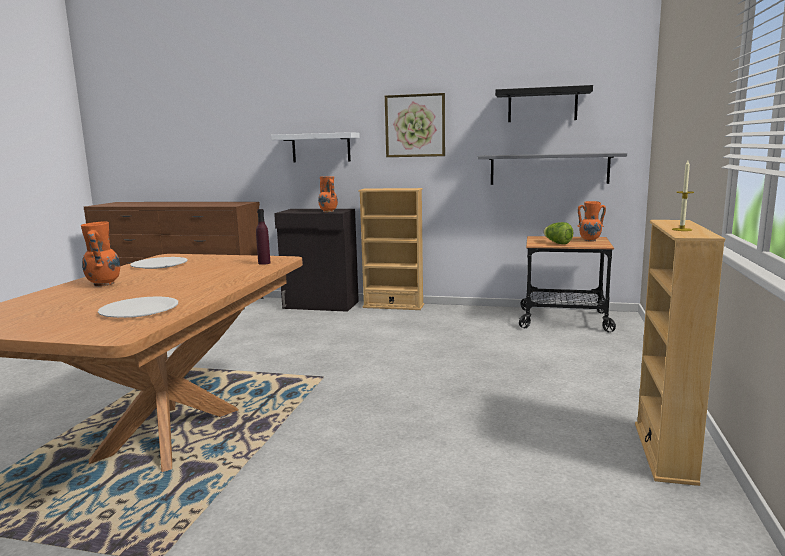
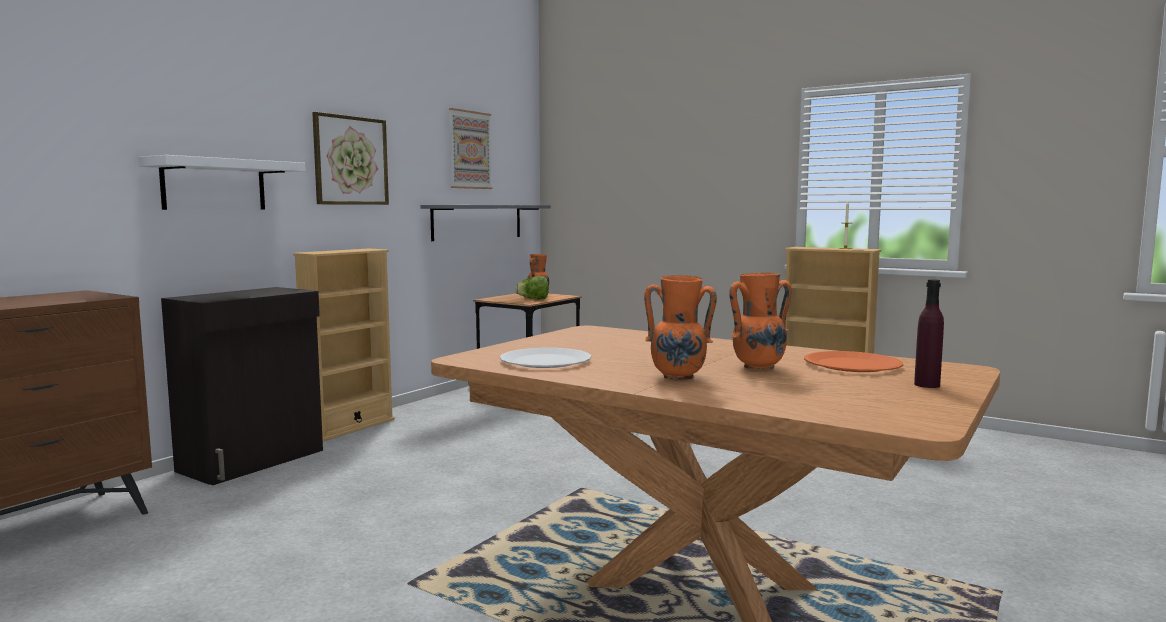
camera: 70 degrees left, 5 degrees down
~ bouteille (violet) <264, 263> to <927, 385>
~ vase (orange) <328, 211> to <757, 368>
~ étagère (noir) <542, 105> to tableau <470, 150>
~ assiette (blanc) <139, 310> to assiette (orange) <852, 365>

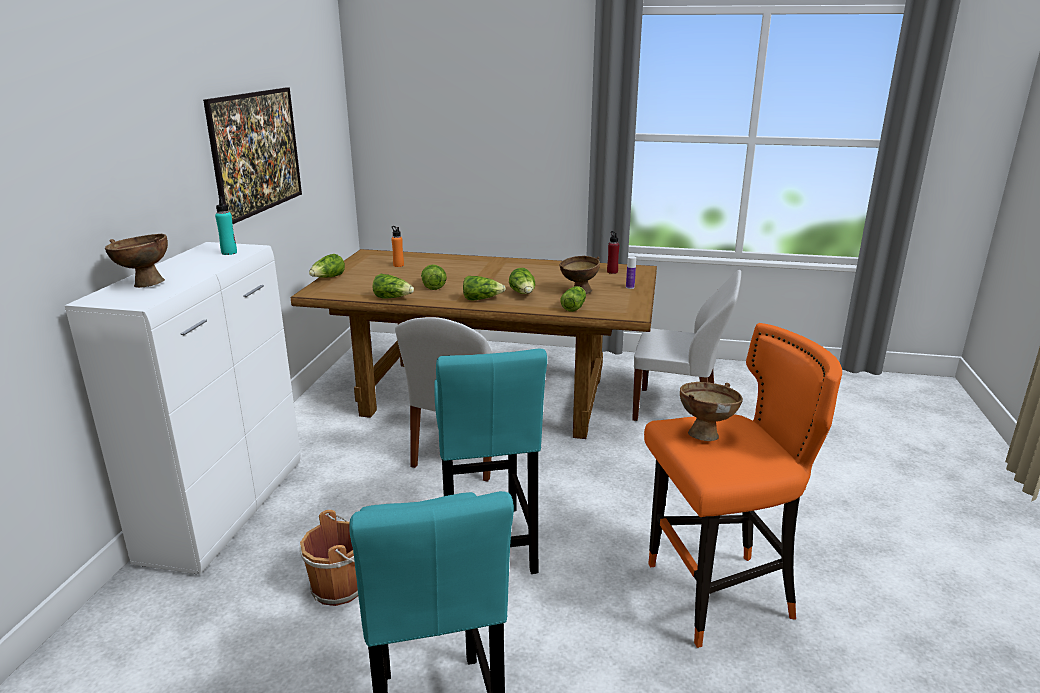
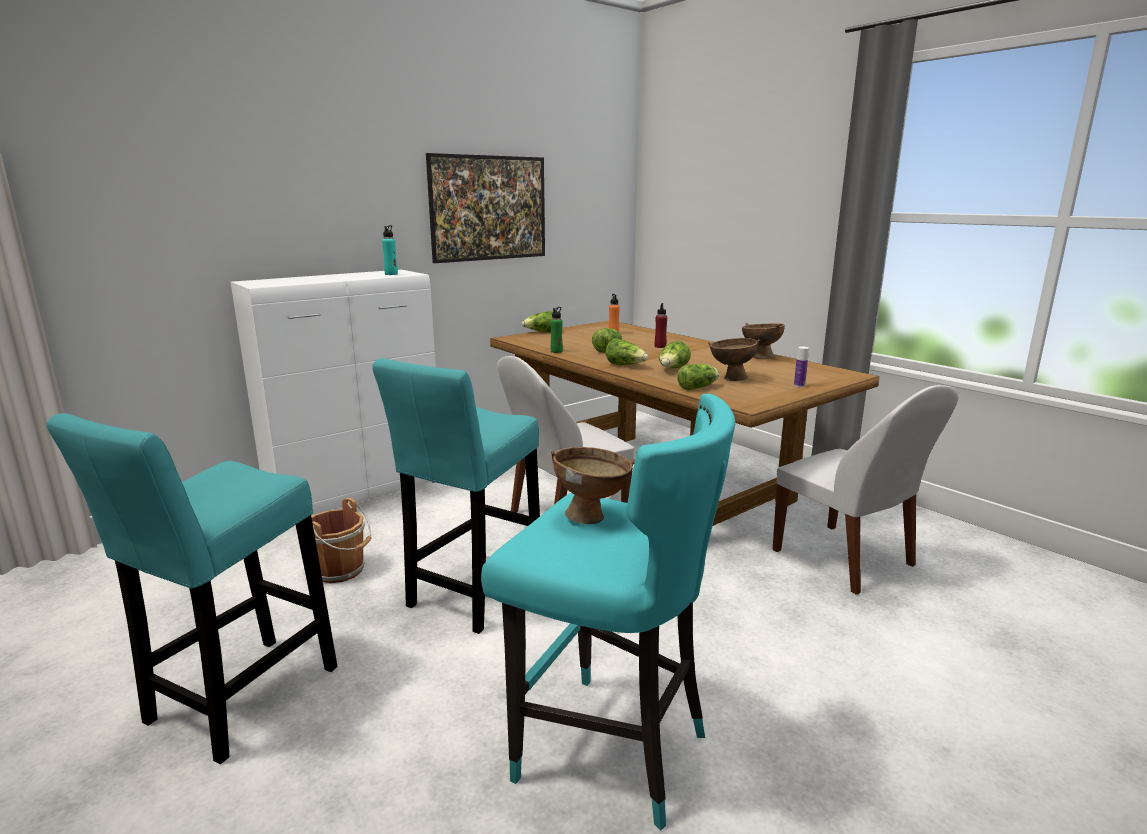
camera: 40 degrees right, 5 degrees down
~ bol (marron) <144, 283> to <759, 357>
~ bouteille (rouge) <612, 272> to <660, 346>
~ laitue <392, 298> to bouteille (vert) <556, 351>
~ tabouret (orange) <718, 596> to tabouret (turquoise) <609, 750>

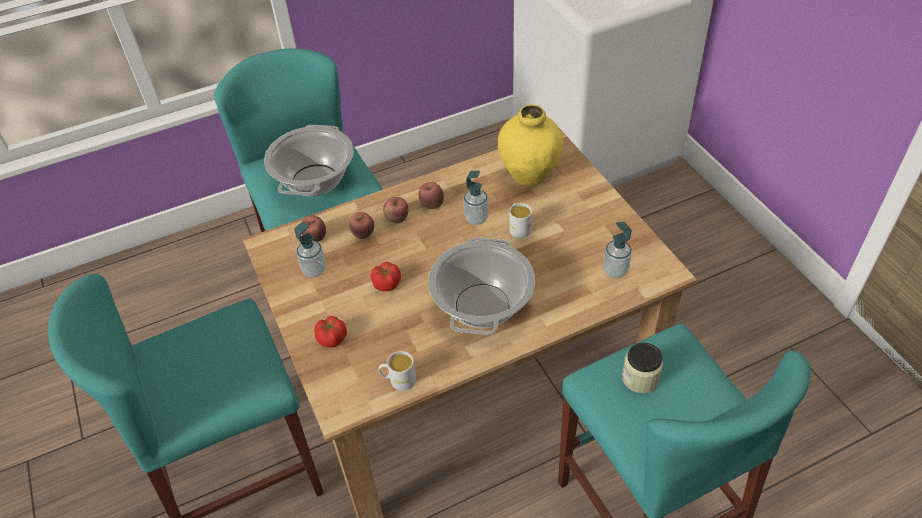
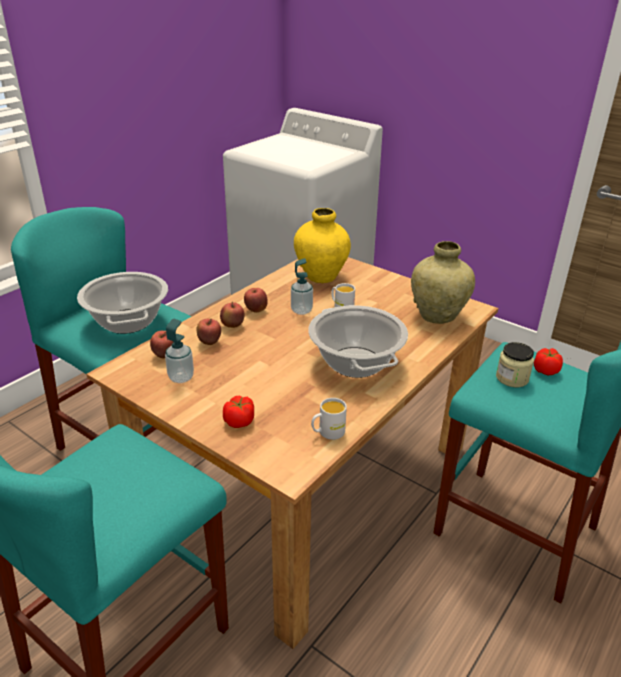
camera: 30 degrees left, 15 degrees down
~ tomate <387, 284> to <545, 370>
~ distributeur de savon <615, 270> to vase (beige) <437, 316>

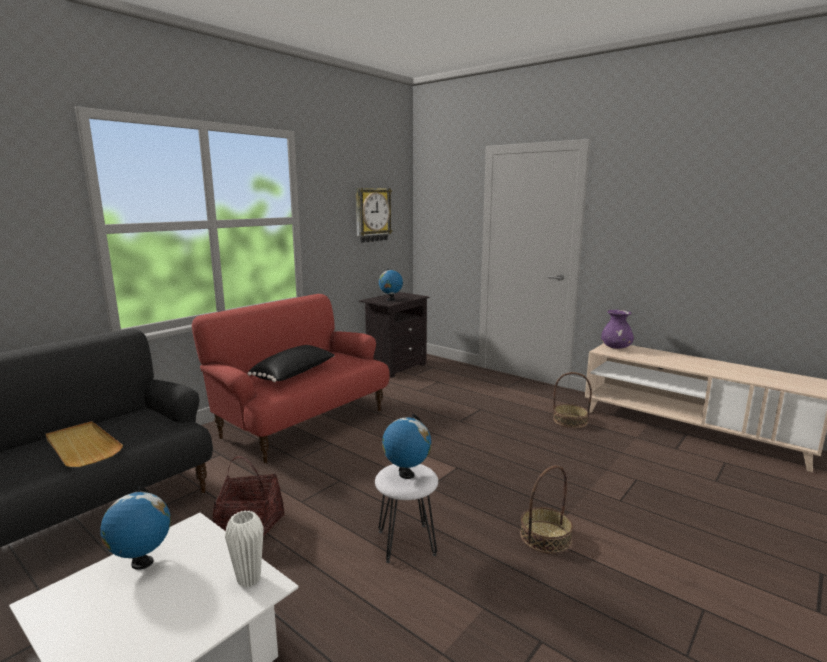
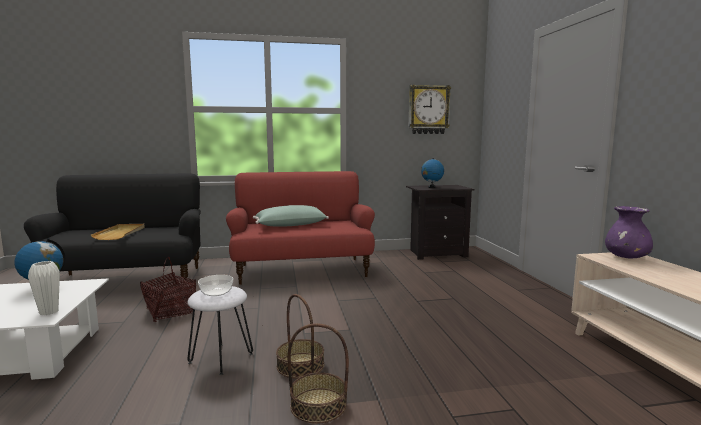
camera: 40 degrees right, 5 degrees down
~ panier <570, 421> to <300, 365>
~ globe <406, 475> to bol <216, 292>
~ coussin (noir) <295, 374> to coussin (vert) <291, 226>

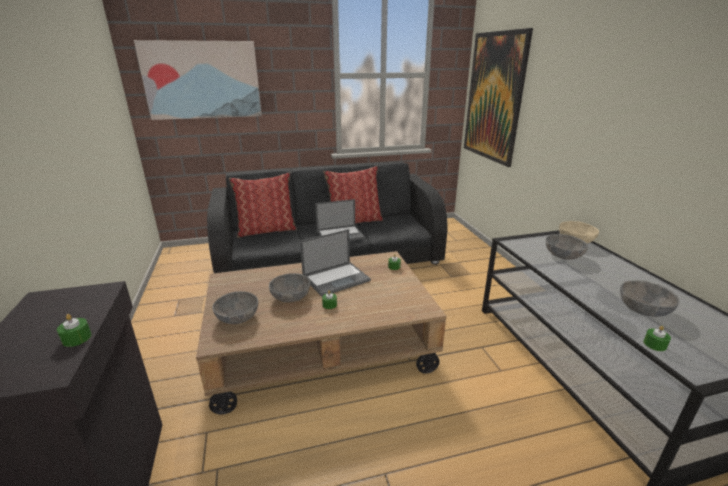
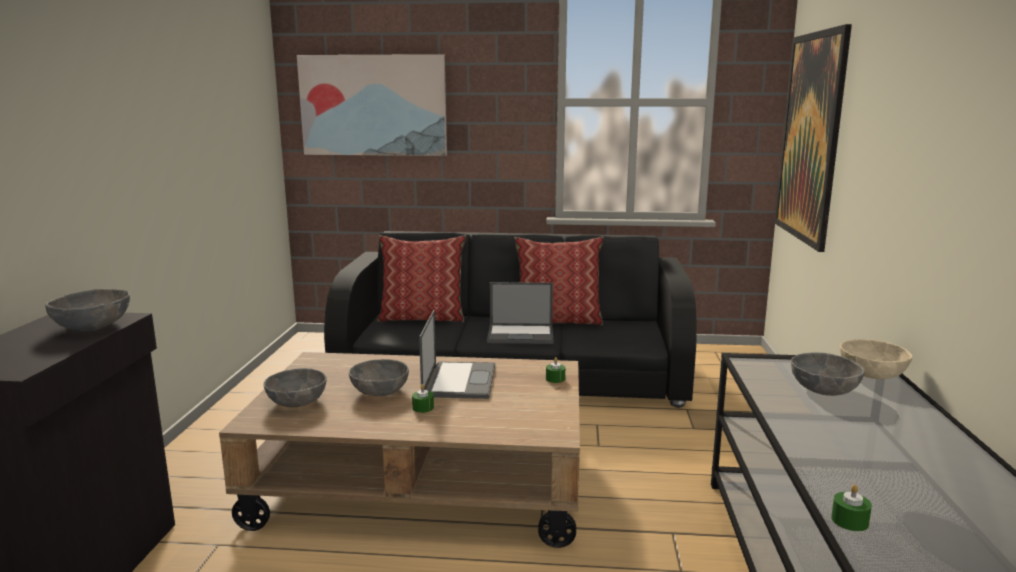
camera: 20 degrees right, 10 degrees down
- bougie (vert) <77, 338>
~ bol (gris) <643, 309> to <93, 326>
~ ordinateur portable <336, 278> = <459, 380> 75 degrees counterclockwise

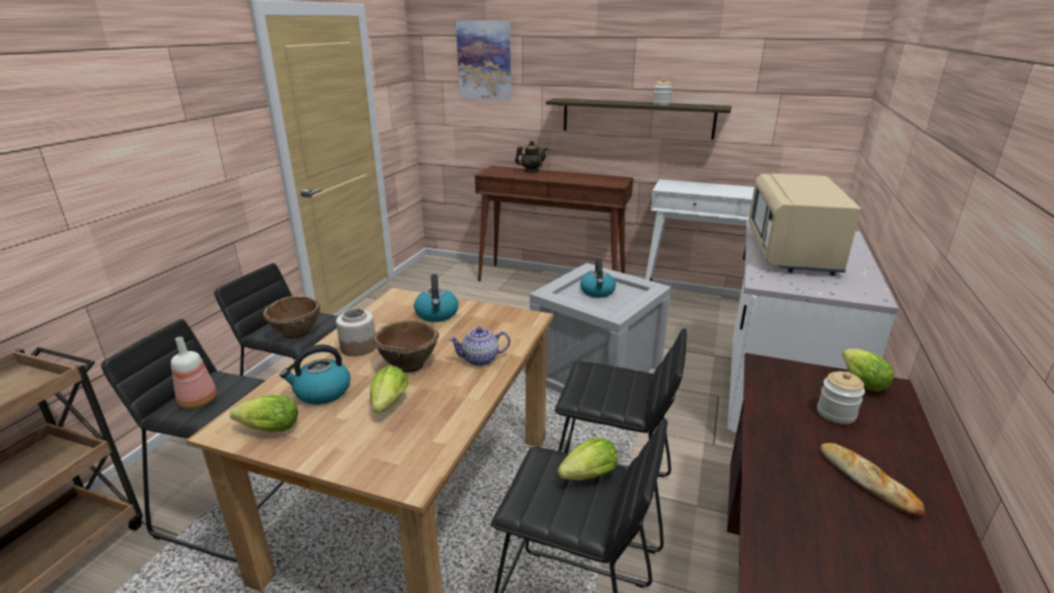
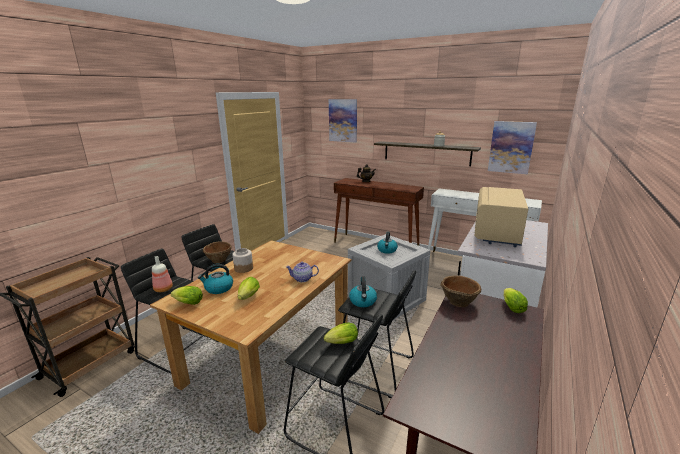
camera: 10 degrees right, 5 degrees down
- bocal <836, 413>
- pain <867, 481>
+ tableau <511, 147>
~ bol (marron) <408, 364> to <458, 302>
~ bouilloire <437, 314> to <363, 301>

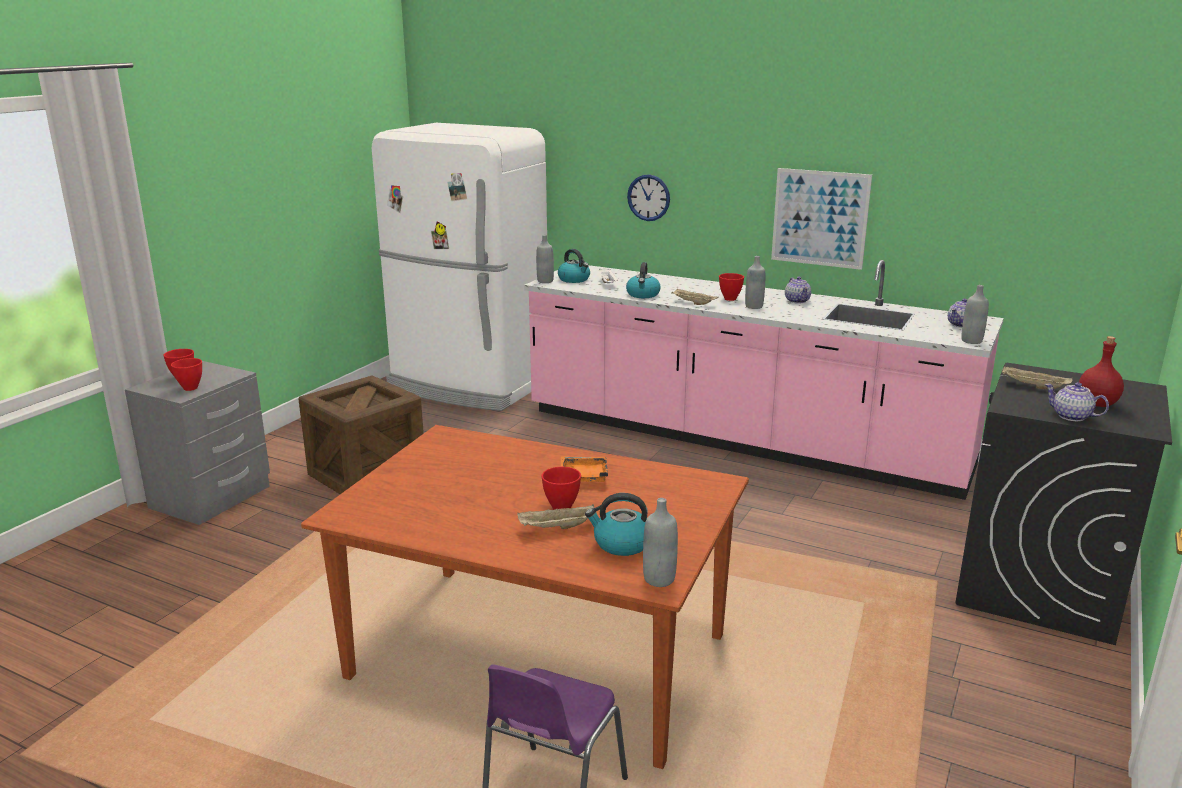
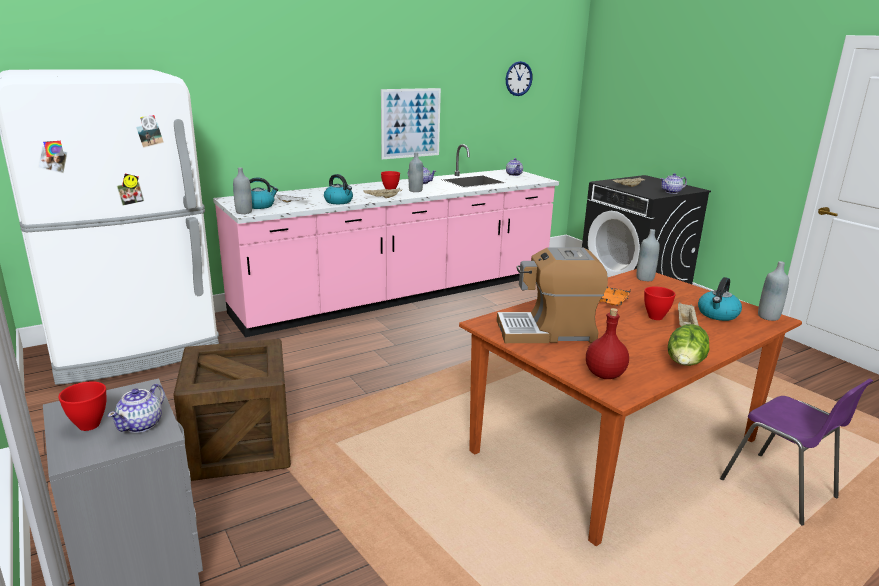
camera: 60 degrees left, 0 degrees up
+ machine à café <547, 331>
+ laitue <685, 365>
~ horloge murale <648, 197> to <518, 78>
~ bouteille (gris) <971, 341> to <645, 278>
~ bouteille (rouge) <1096, 404> to <605, 375>
~ bol (rouge) <191, 388> to théière <141, 425>

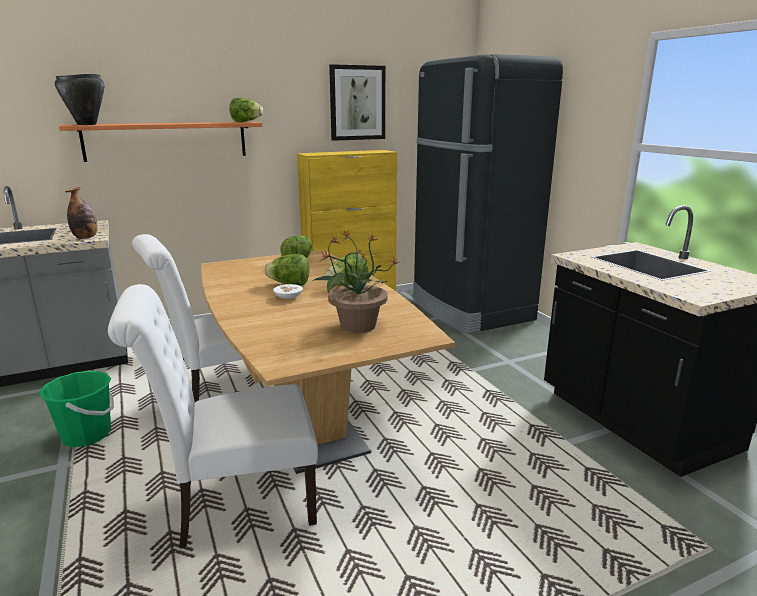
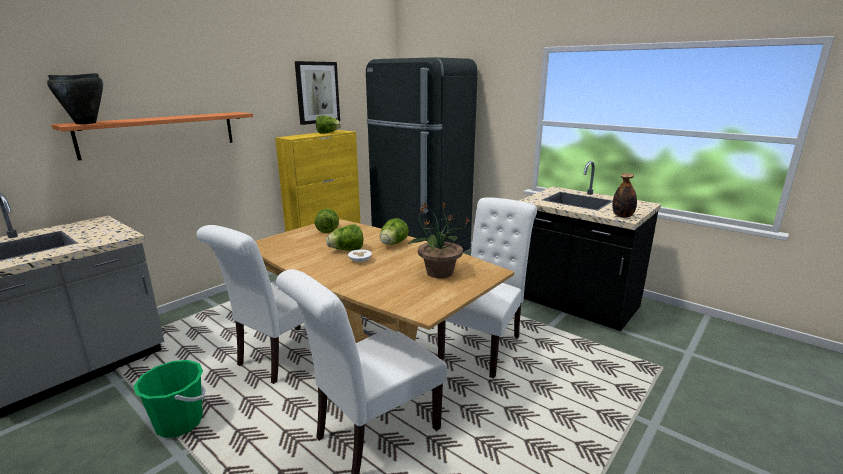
camera: 25 degrees left, 0 degrees up
+ chaise (blanc) <484, 345>
~ bouteille <86, 238> to <622, 216>
~ laitue <246, 122> to <327, 133>

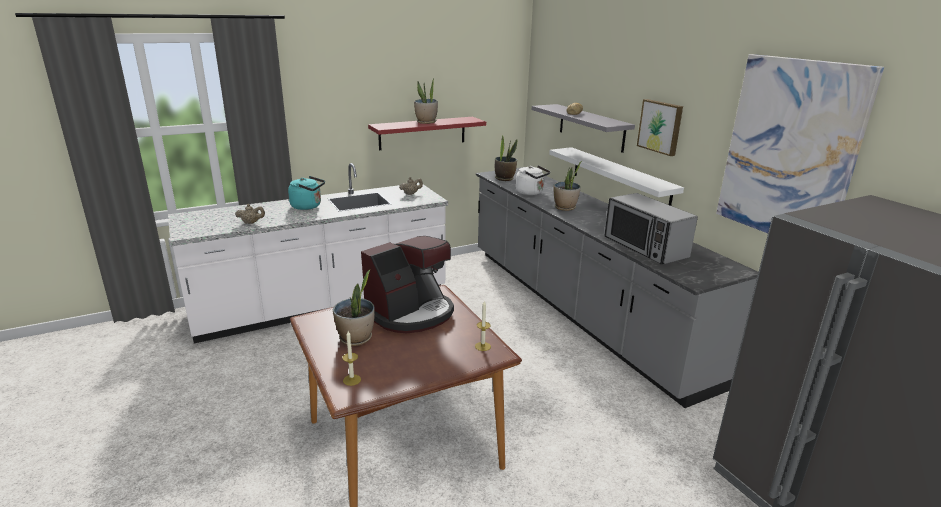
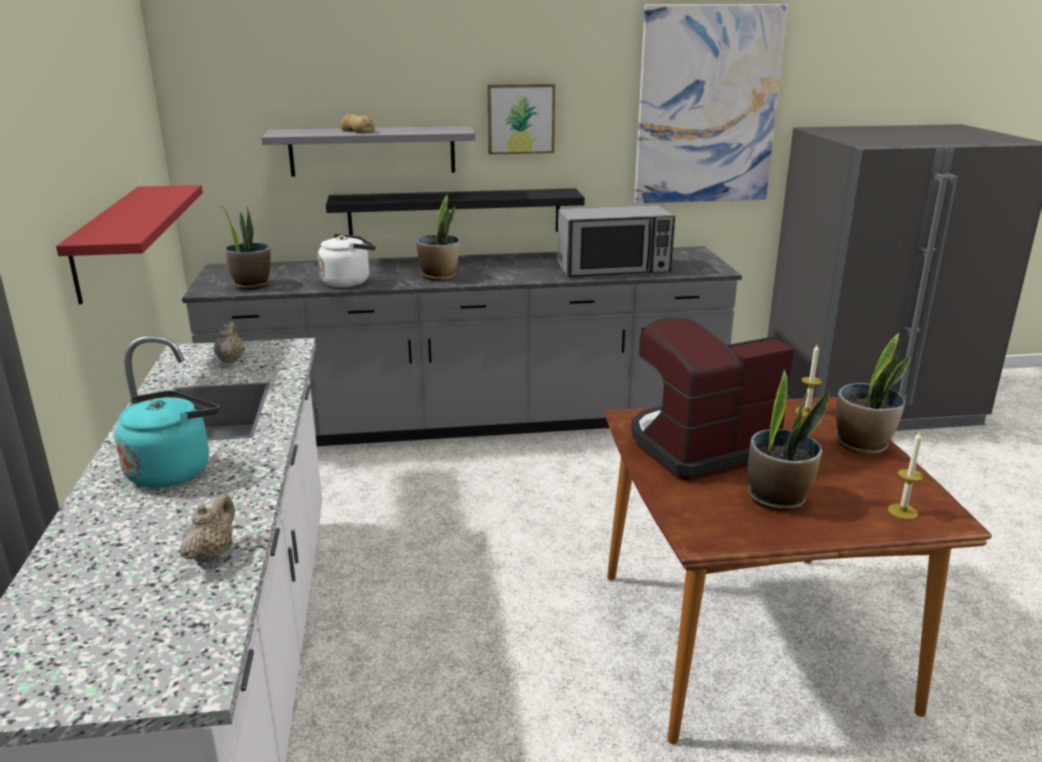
camera: 70 degrees left, 0 degrees up
~ plante en pot <426, 122> to <862, 445>
~ étagère (blanc) <619, 179> to étagère (noir) <455, 213>
~ machine à café <410, 313> = <700, 446> 90 degrees counterclockwise

